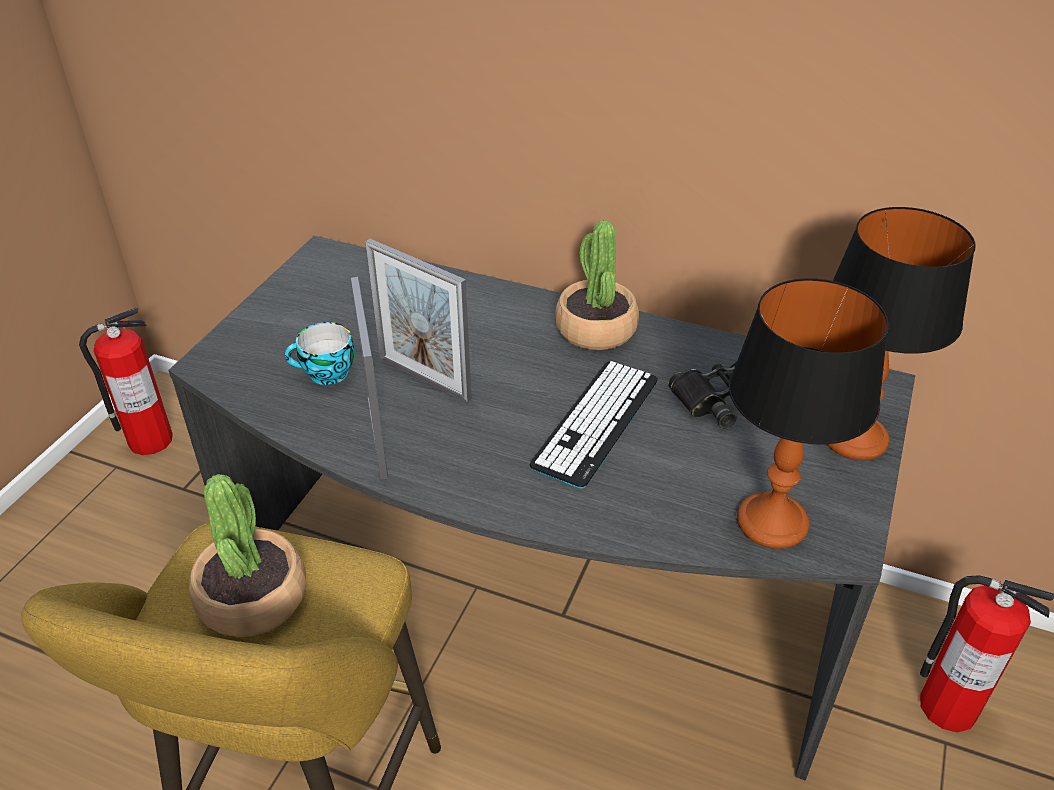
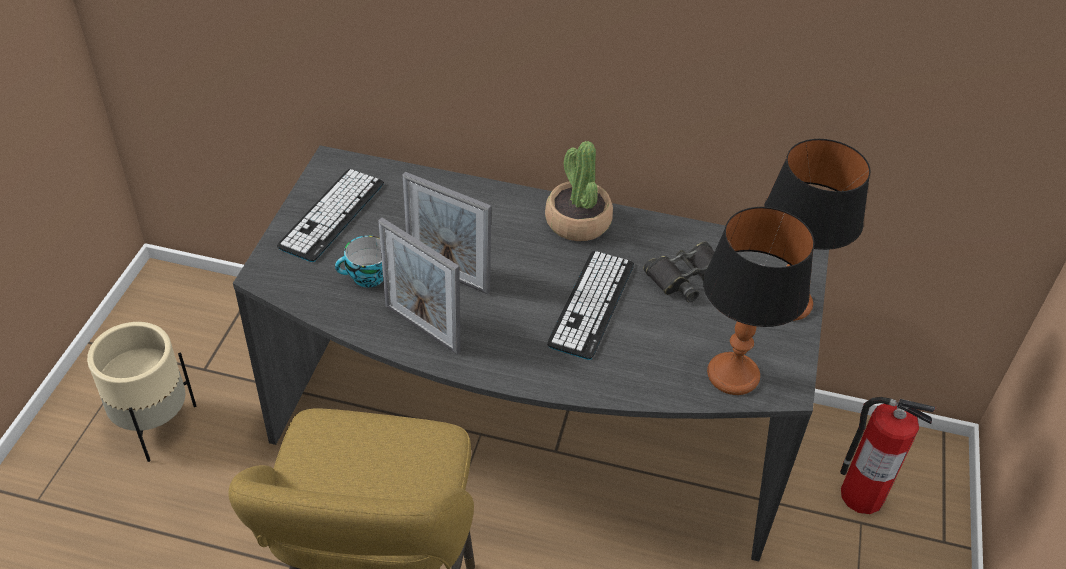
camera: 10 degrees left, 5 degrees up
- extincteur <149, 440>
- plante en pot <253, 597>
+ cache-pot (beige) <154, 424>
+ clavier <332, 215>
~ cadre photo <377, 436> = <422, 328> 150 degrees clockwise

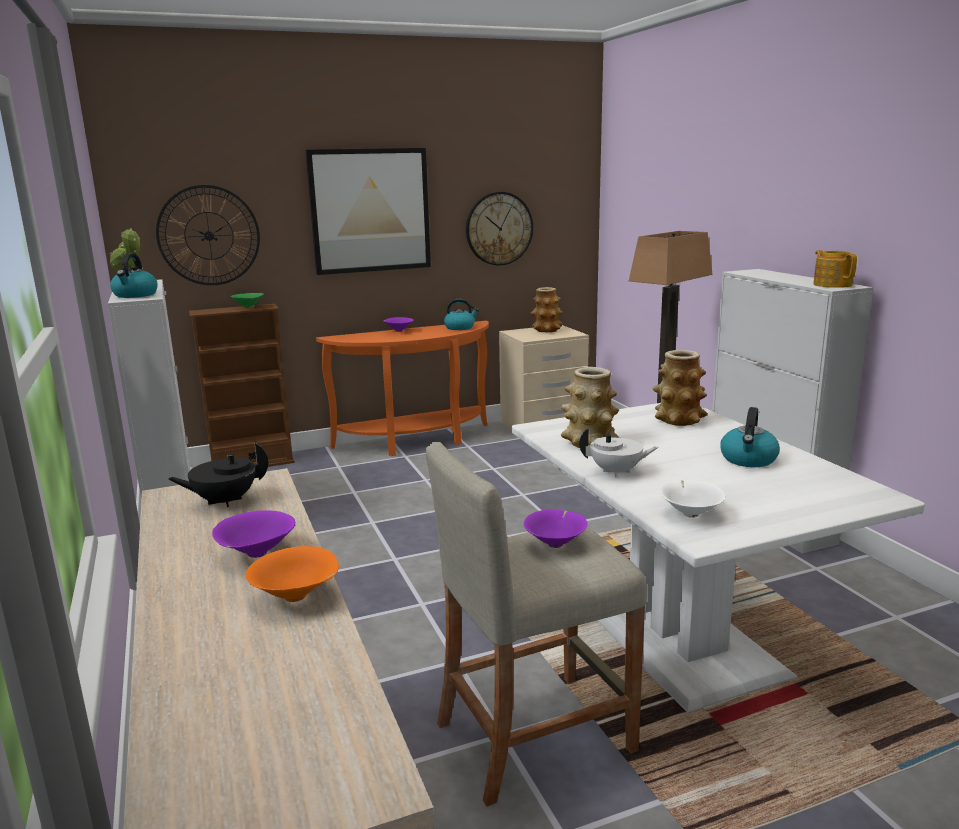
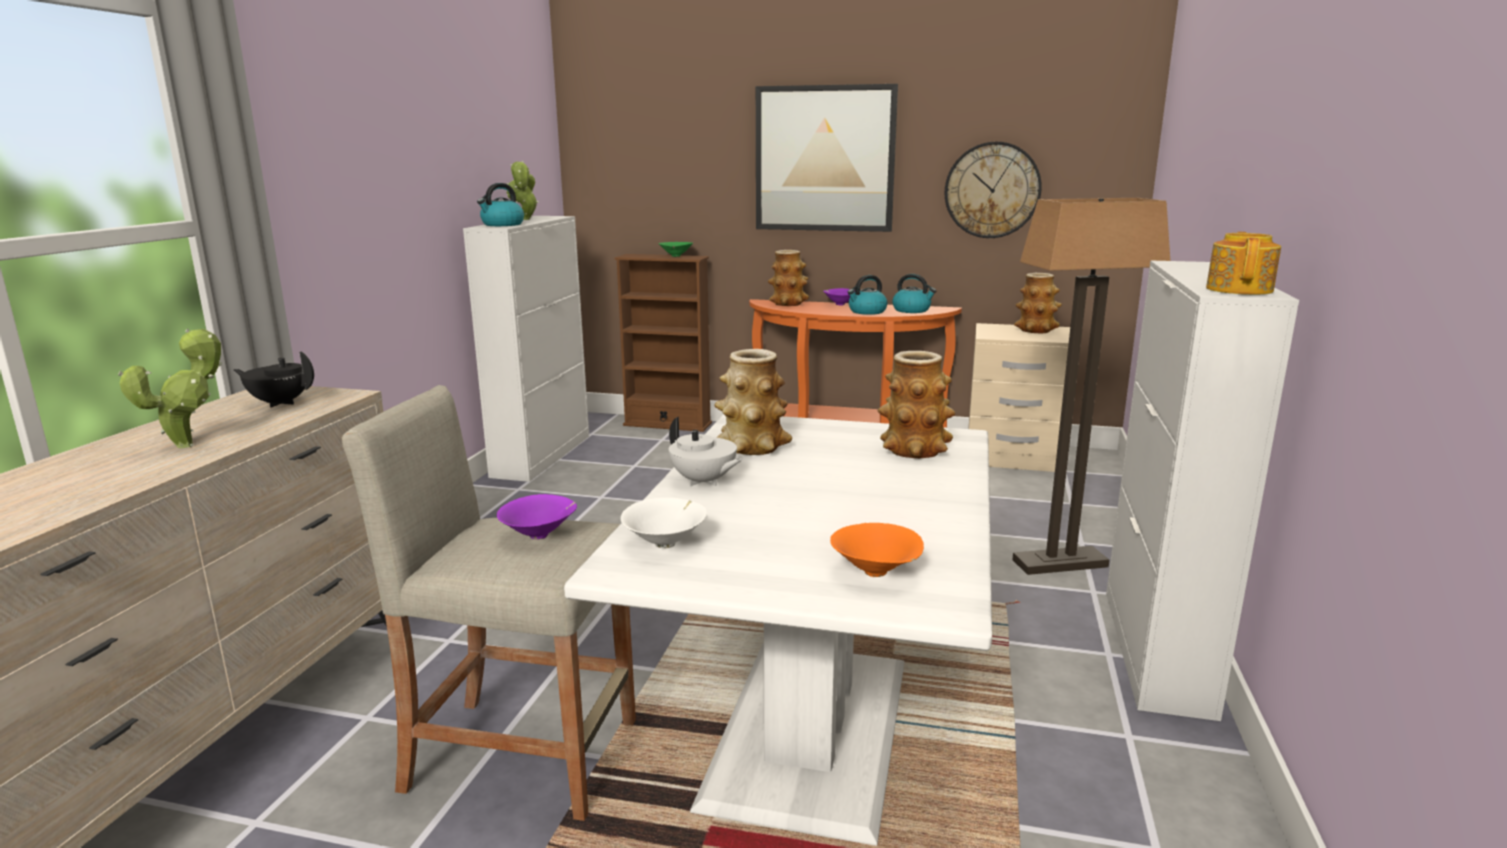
camera: 35 degrees right, 0 degrees up
- horloge murale <209, 235>
+ vase <788, 303>
~ bol (orange) <297, 597> to <877, 573>
~ bouilloire <748, 460> to <867, 312>
~ bol (violet) <256, 554> to plante en pot <190, 444>

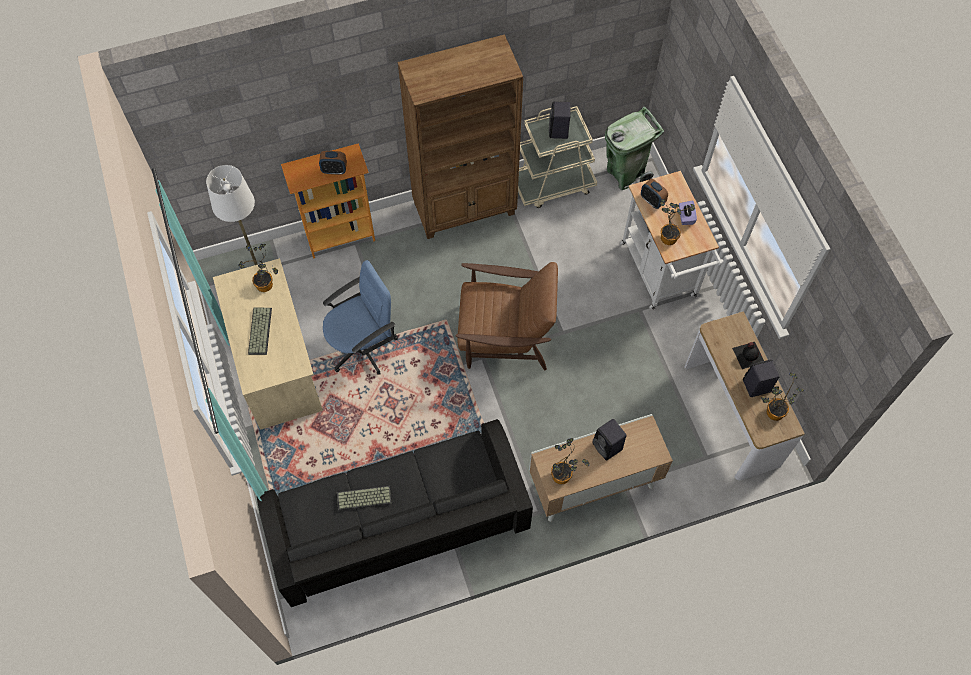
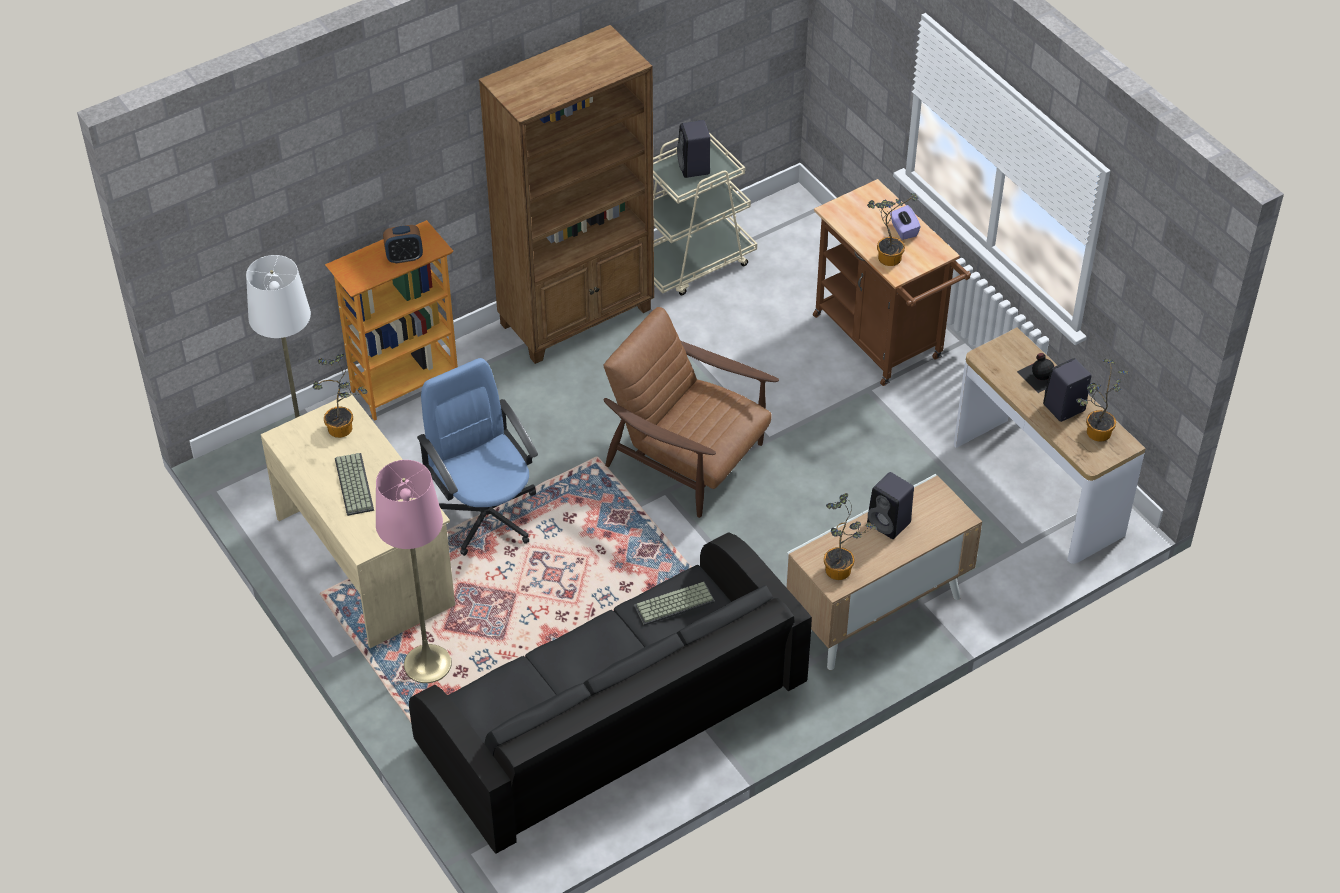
camera: 15 degrees left, 15 degrees down
- poubelle (vert) <625, 174>
- réveil <652, 201>
+ lampadaire (rose) <427, 664>
~ clavier <363, 499> to <674, 605>
~ chariot (blanc) <661, 274> to chariot (marron) <883, 342>
~ chaise de bureau (bleu) <363, 346> = <486, 513> 75 degrees counterclockwise
~ fauteuil (marron) <505, 335> = <688, 458> 135 degrees counterclockwise

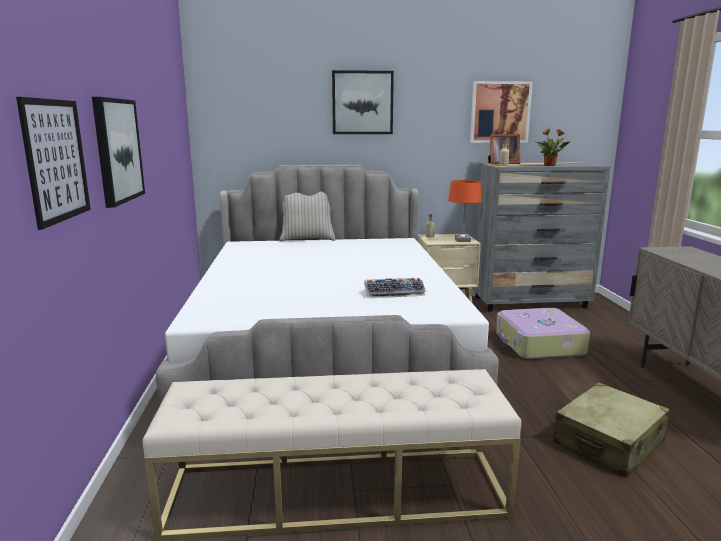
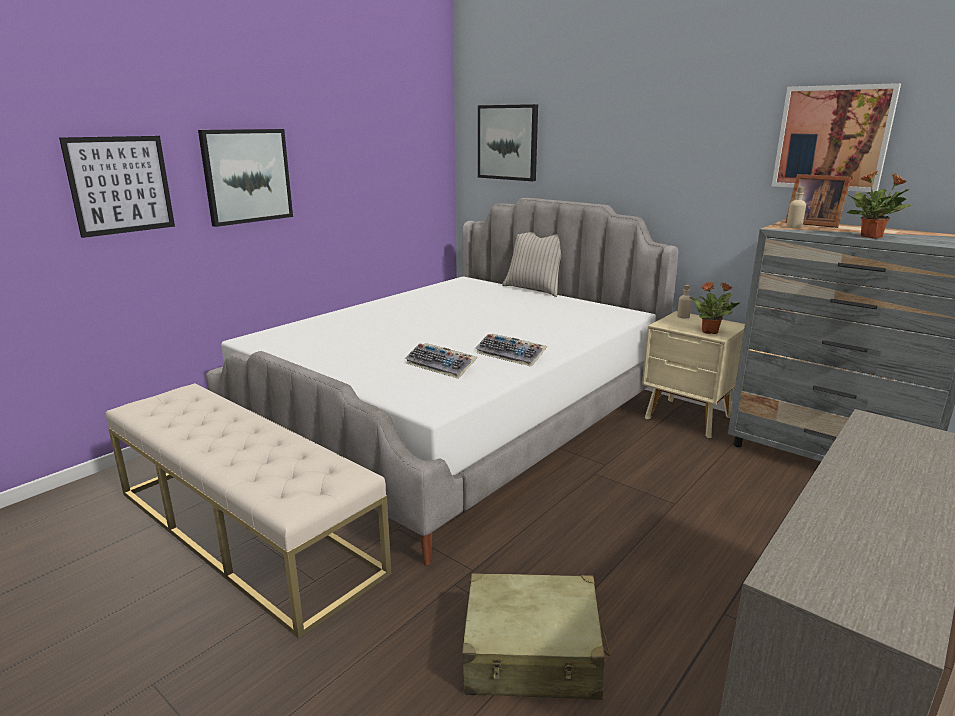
camera: 45 degrees right, 5 degrees up
- valise <538, 344>
+ clavier <512, 355>
~ tableau <362, 103> to <508, 142>
~ lampe de table (orange) <462, 240> to plante en pot <710, 332>

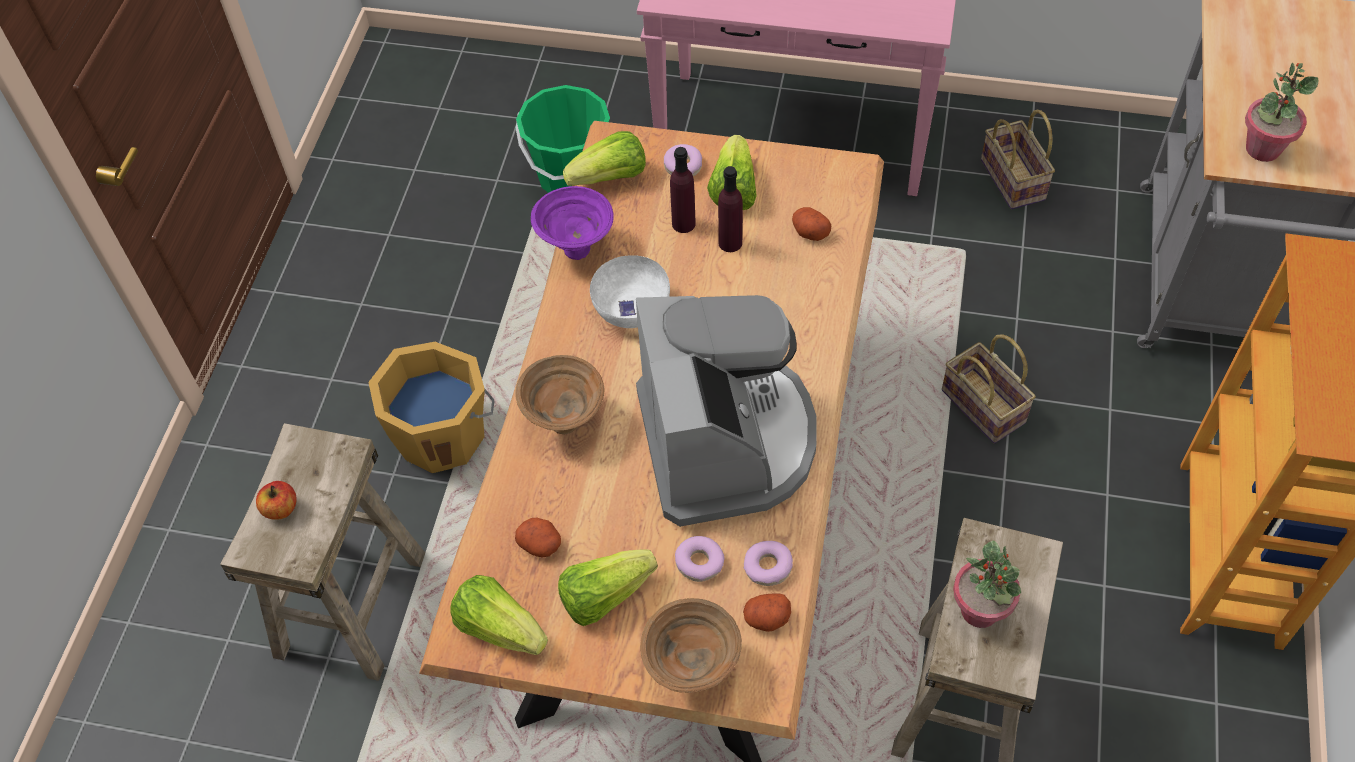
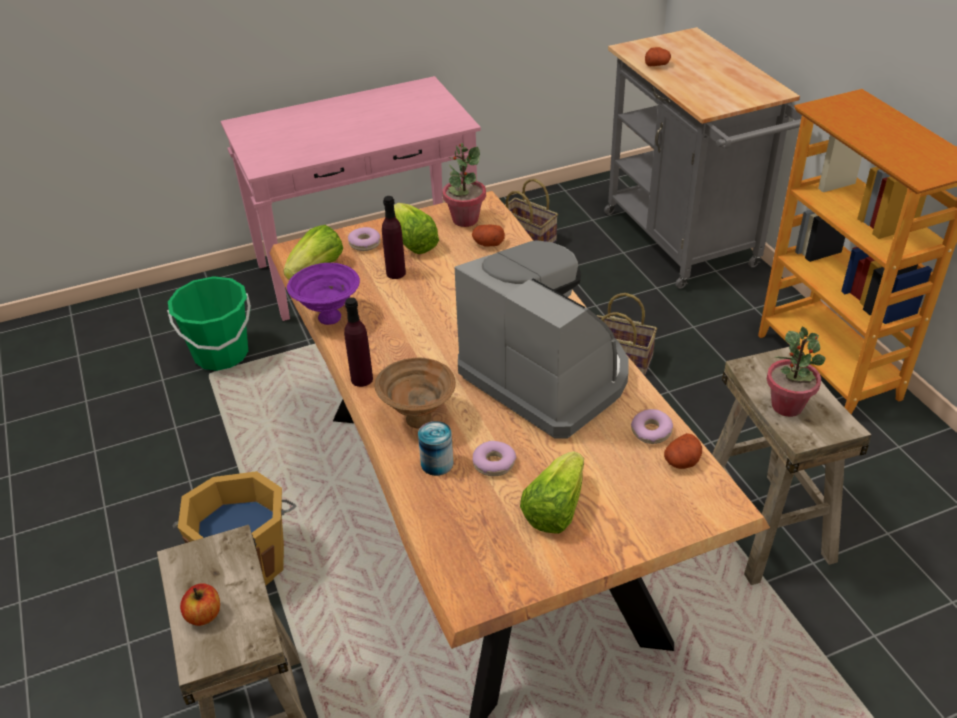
camera: 35 degrees left, 15 degrees down
- laitue <499, 627>
- bol (blanc) <632, 309>
- bol (marron) <692, 667>
+ boîte métallique <437, 463>
~ pomme de terre <541, 544> to <657, 64>
~ beignet <699, 563> to <494, 463>
~ bouteille (violet) <730, 243> to <362, 379>
~ plante en pot <1262, 149> to <465, 219>

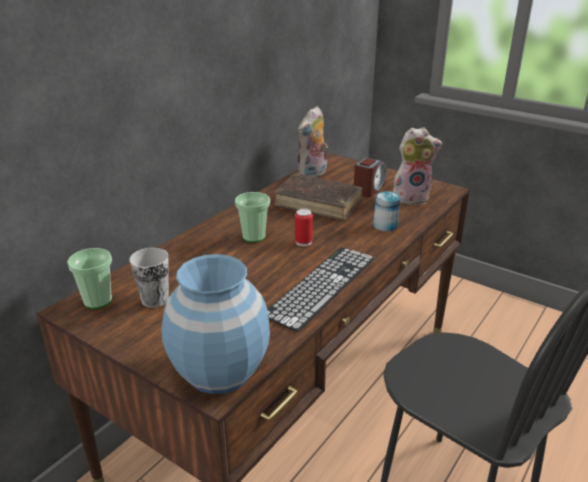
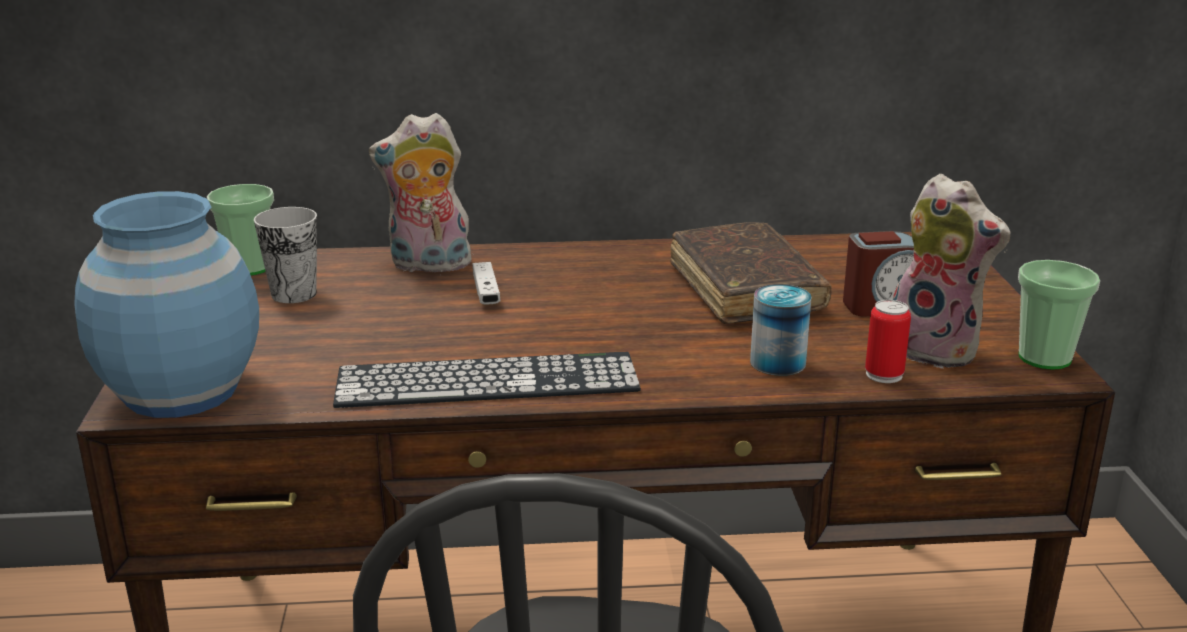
camera: 50 degrees right, 5 degrees down
+ manette (blanc) <486, 293>
~ tasse <254, 236> to <1044, 358>
~ boîte métallique <303, 242> to <884, 374>
~ peluche <312, 174> to <428, 266>

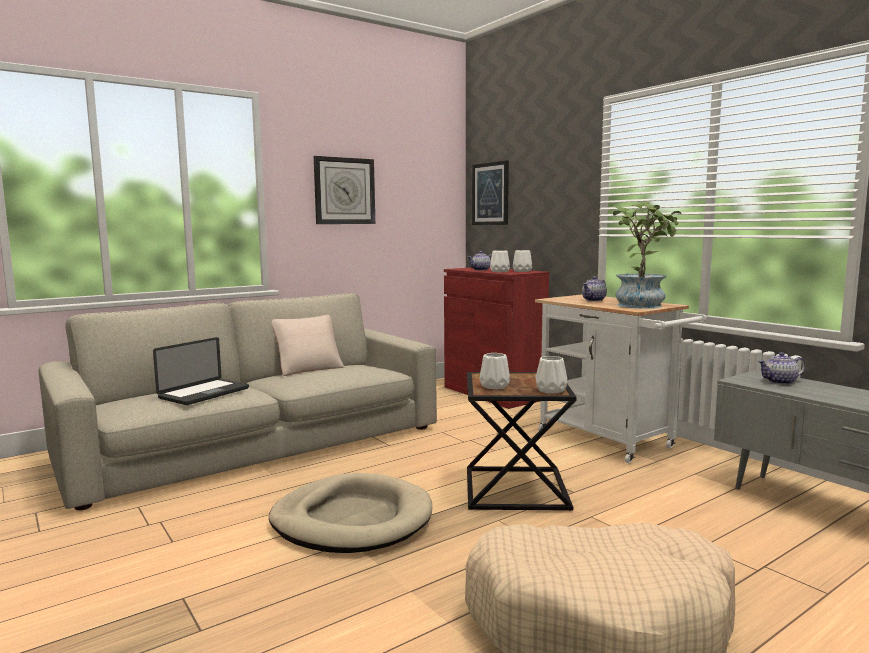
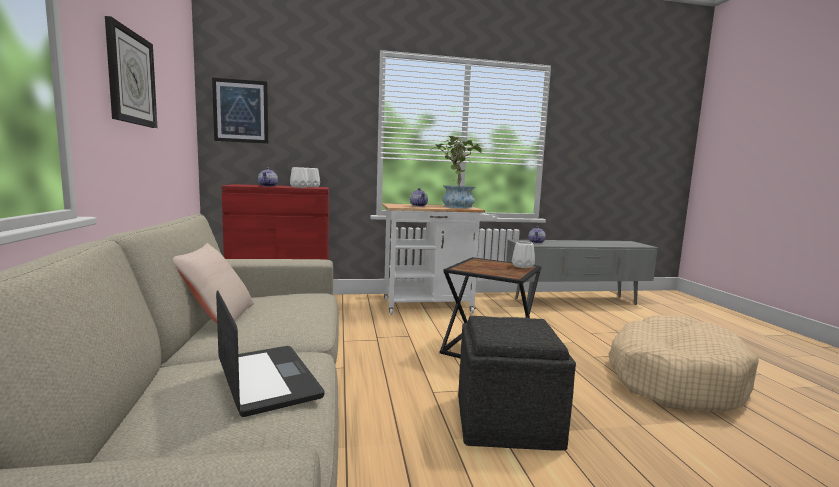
camera: 65 degrees left, 0 degrees up
- vase (blanc) <493, 386>
~ panier pour chien (beige) <352, 519> to pouf (gris) <506, 422>

